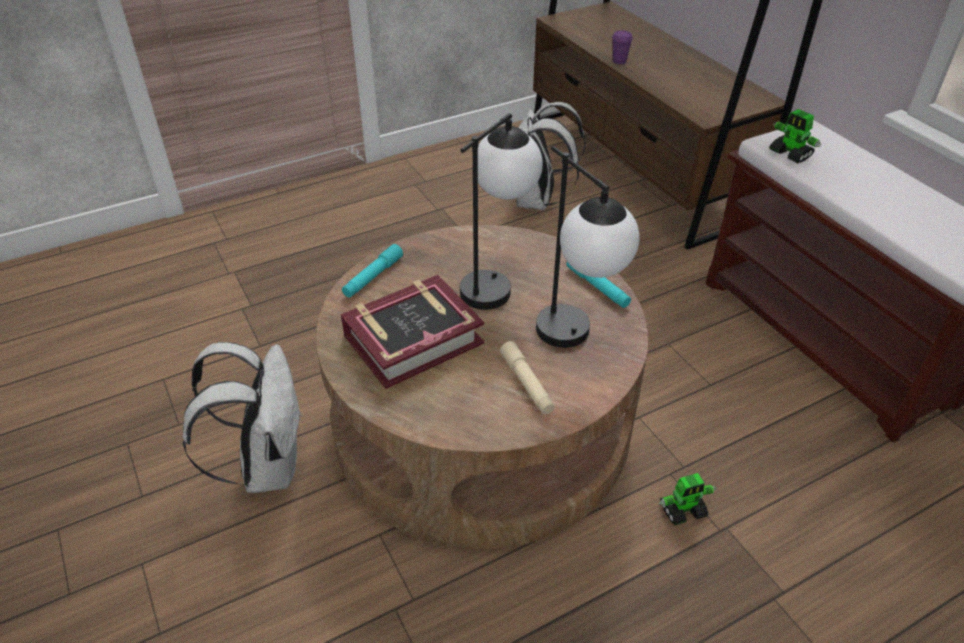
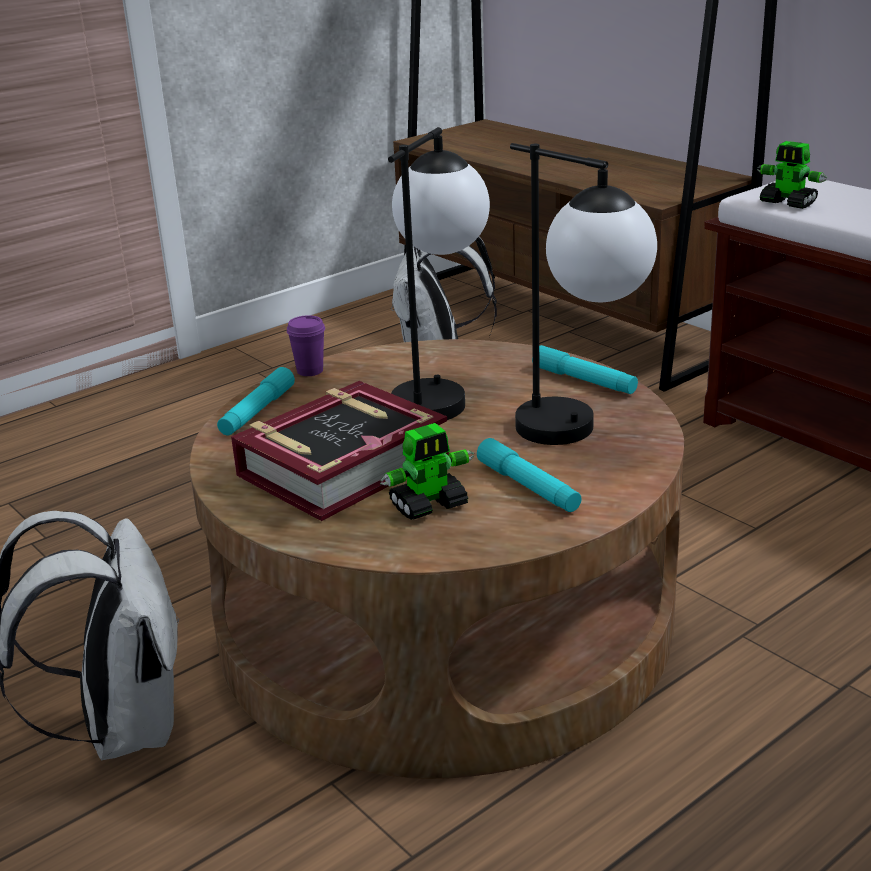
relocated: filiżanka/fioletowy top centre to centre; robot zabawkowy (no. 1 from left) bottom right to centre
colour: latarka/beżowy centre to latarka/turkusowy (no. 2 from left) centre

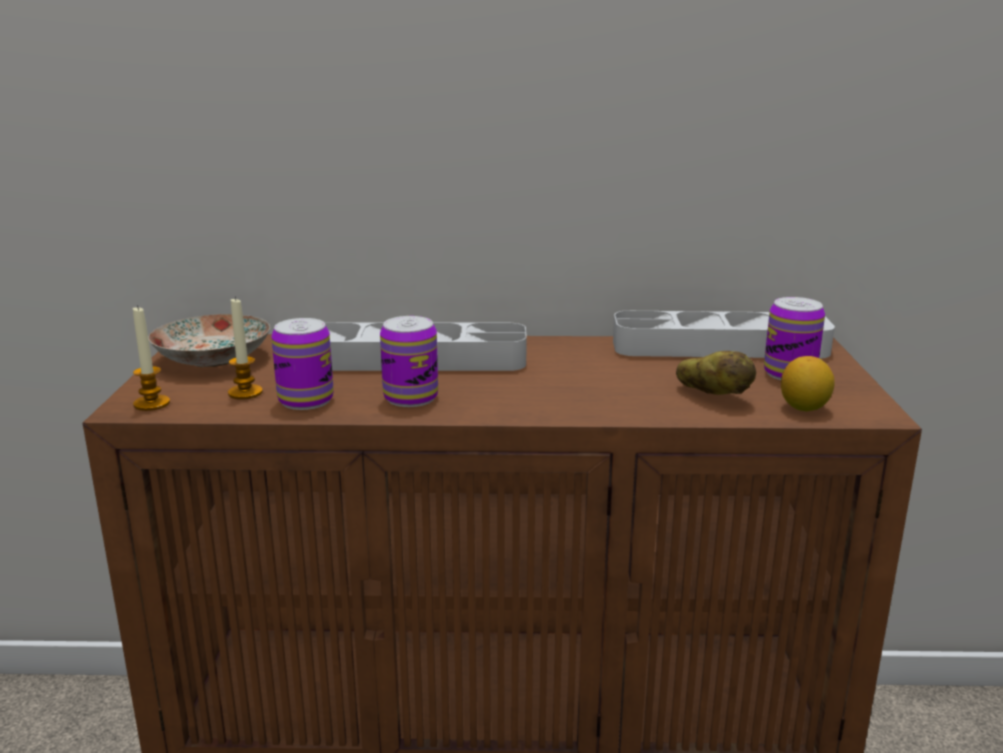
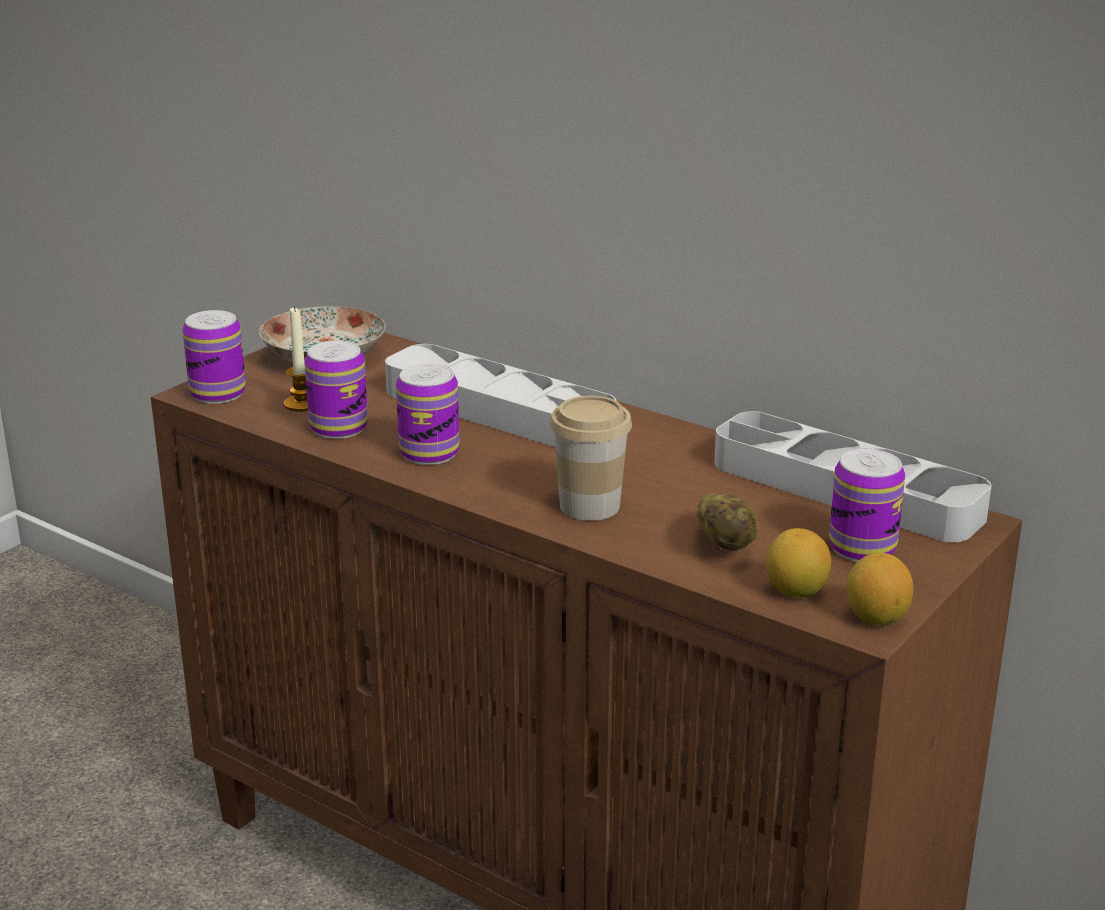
appeared: filiżanka centre; cytryna (no. 2 from left) middle right
exchanged: świeca (no. 1 from left) middle left to puszka (no. 1 from left) middle left

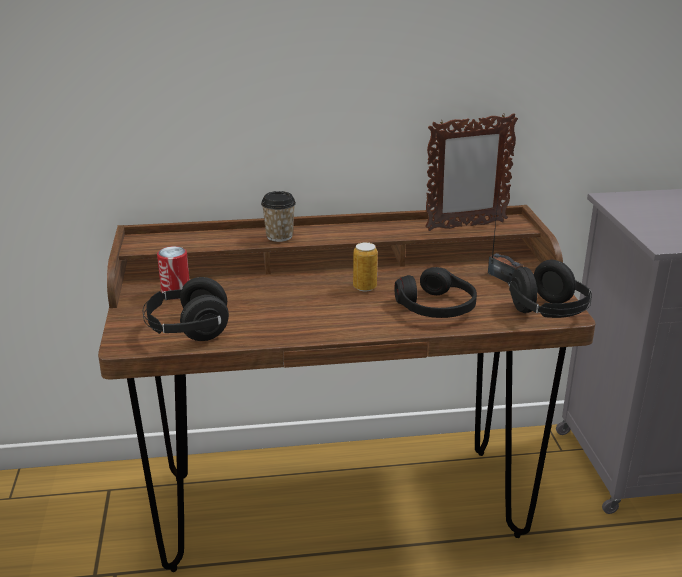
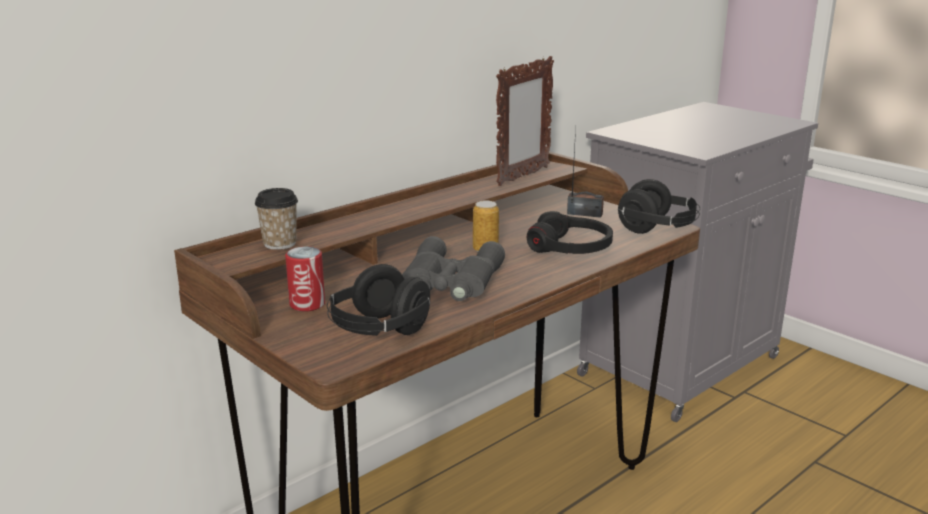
appeared: lornetka/szary centre
relocated: filiżanka centre to middle left

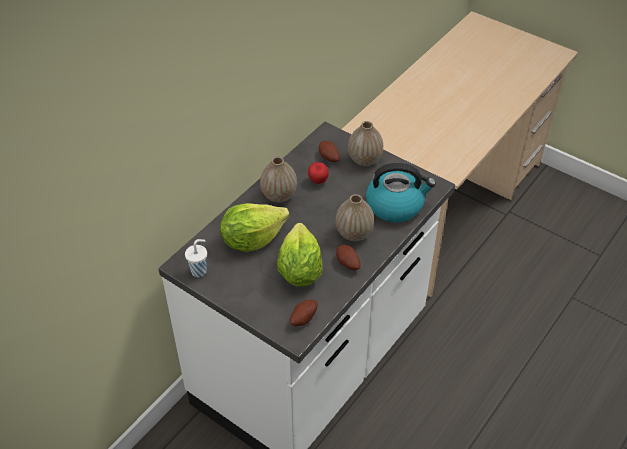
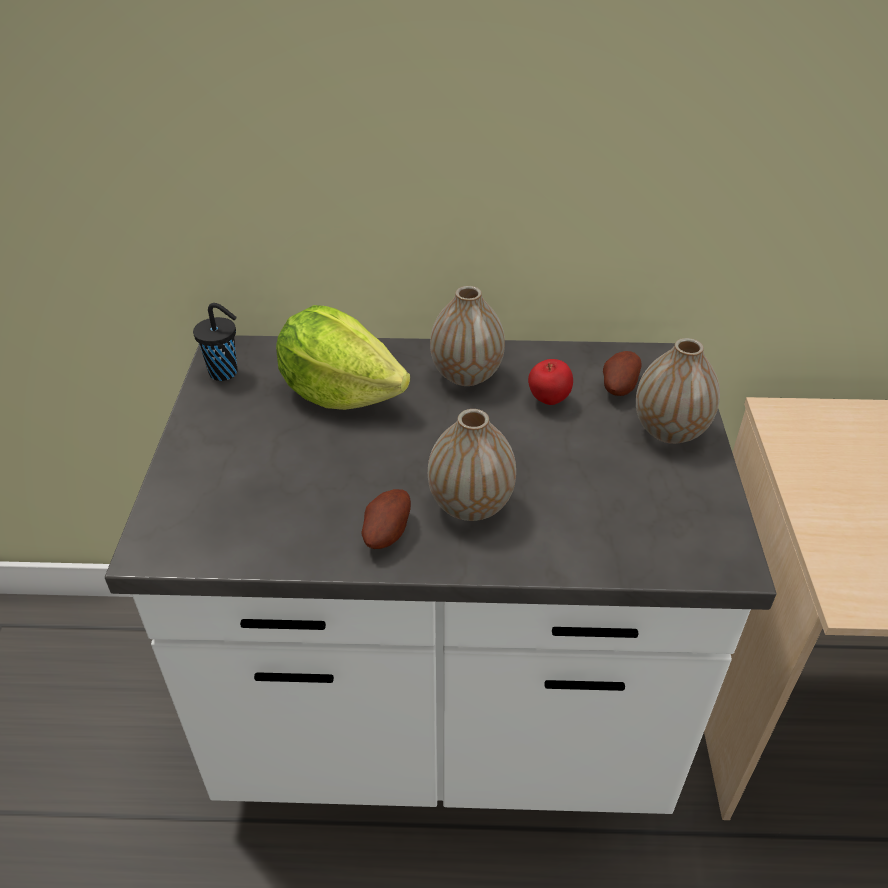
missing: sałata (no. 2 from left) centre; ziemniak (no. 1 from left) bottom centre; czajnik centre
colour: filiżanka/biały middle left to filiżanka/czarny middle left

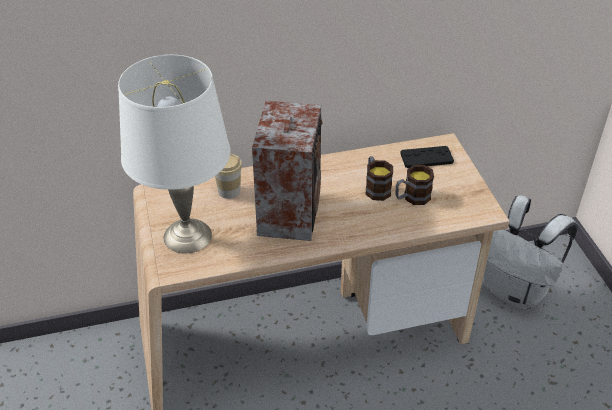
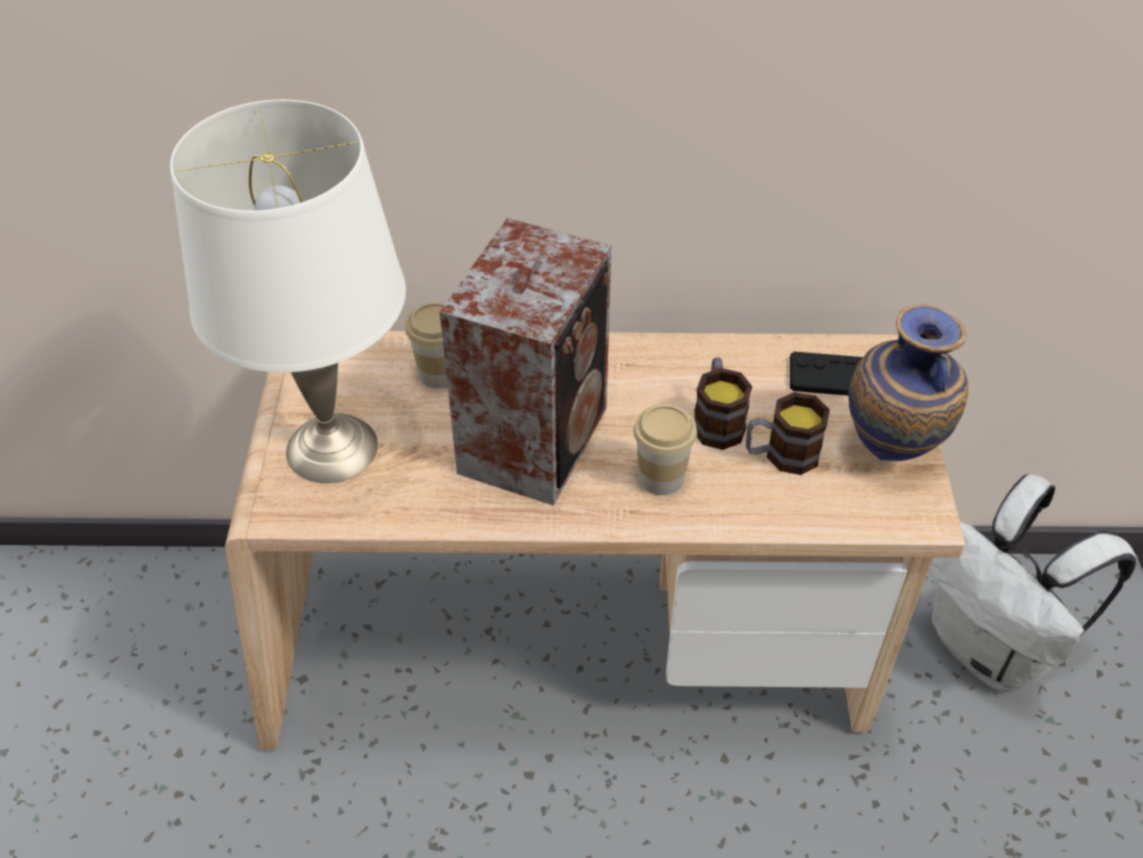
appeared: filiżanka (no. 2 from left) centre; wazon middle right

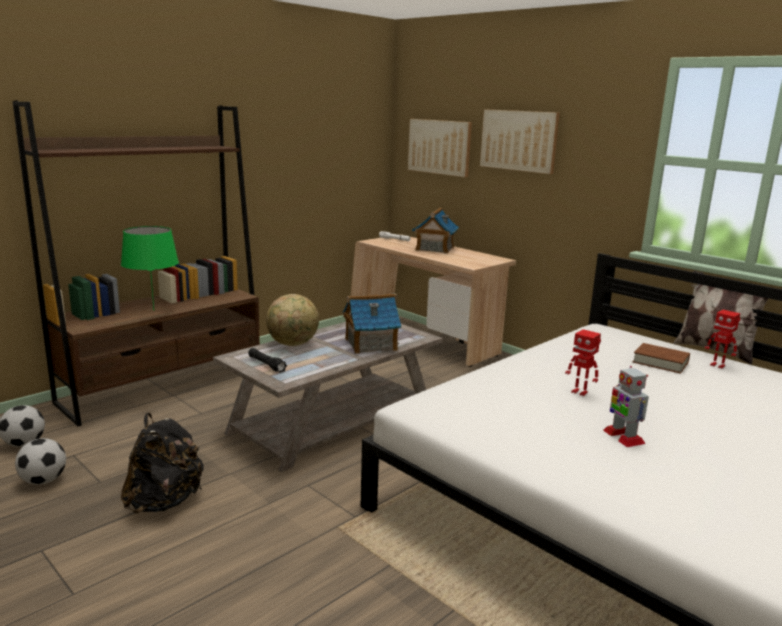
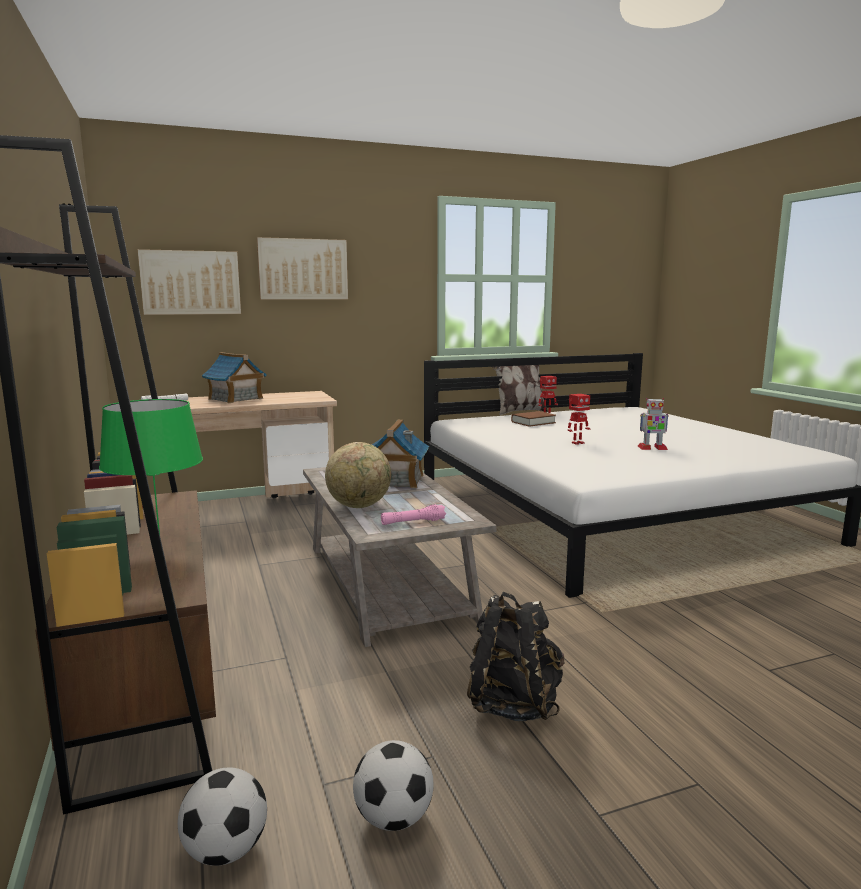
colour: latarka/czarny centre to latarka/różowy centre

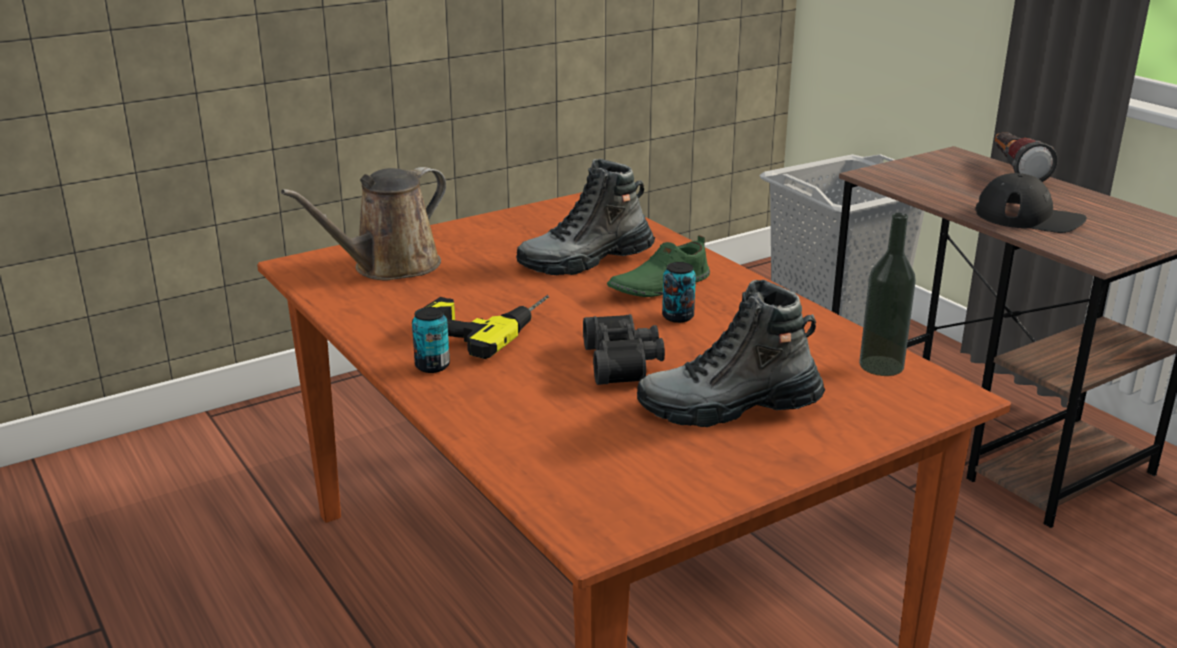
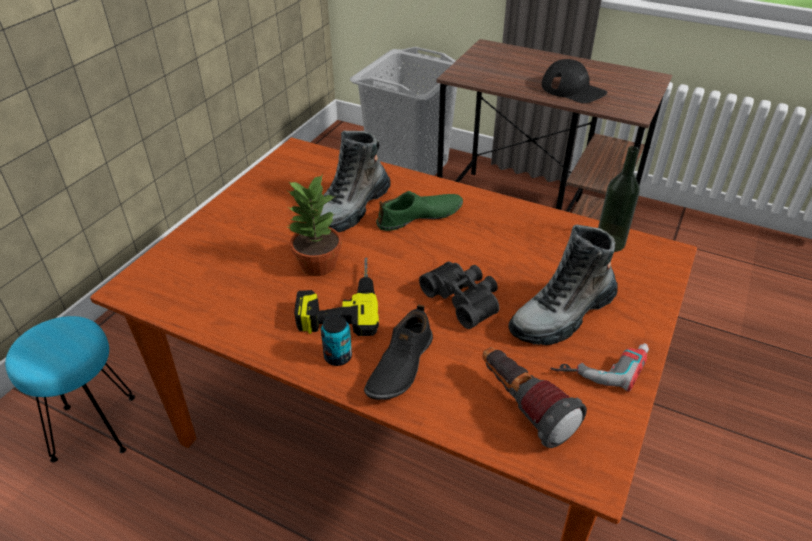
missing: konewka/brązowy middle left; puszka (no. 2 from left) centre
appeared: stołek/turkusowy bottom left; roślina doniczkowa centre; but/czarny centre; wiertarka (no. 2 from left) bottom right
relocated: latarka top right to bottom centre
spun: but/zielony centre = centre 135 degrees counterclockwise; czapka z daszkiem/czarny top right = top right 45 degrees clockwise

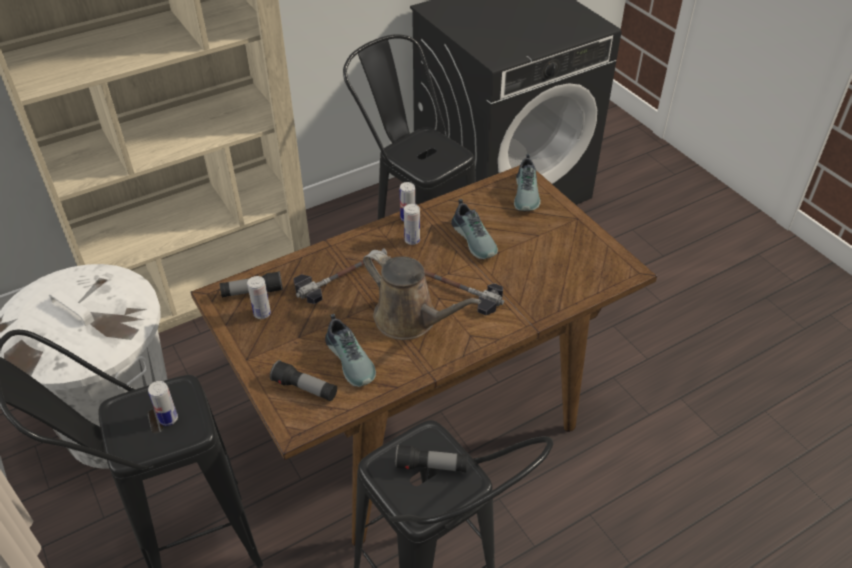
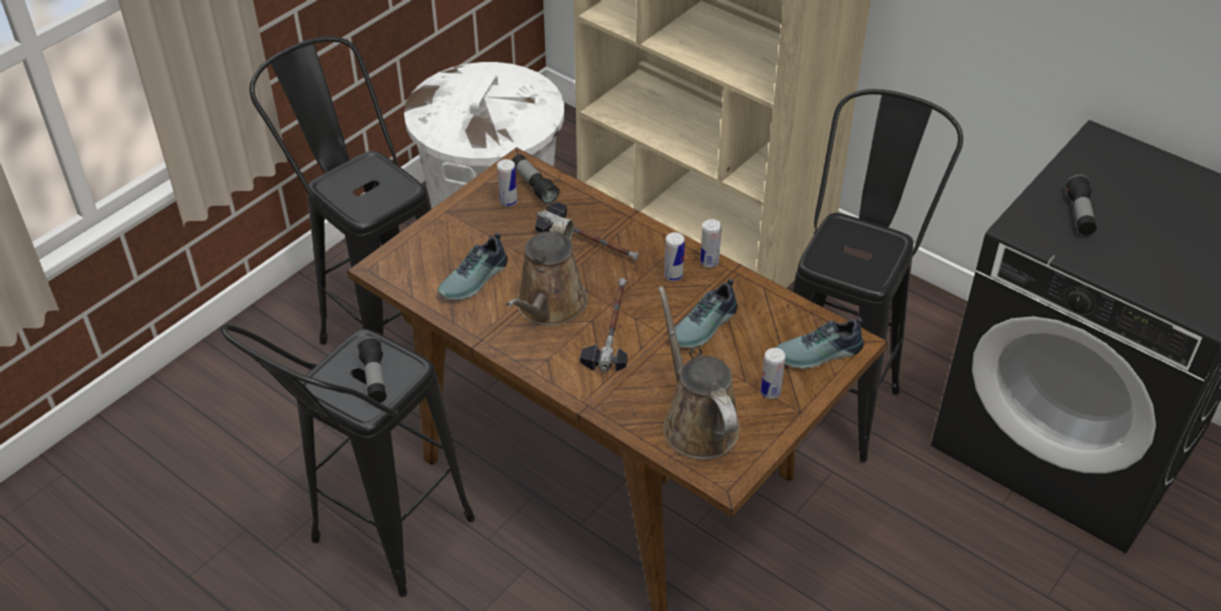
appeared: konewka/brązowy (no. 2 from left) centre
relocated: puszka (no. 1 from left in the first image) bottom left to puszka (no. 4 from left) centre; latarka (no. 2 from left in the first image) bottom centre to latarka (no. 3 from left) middle right

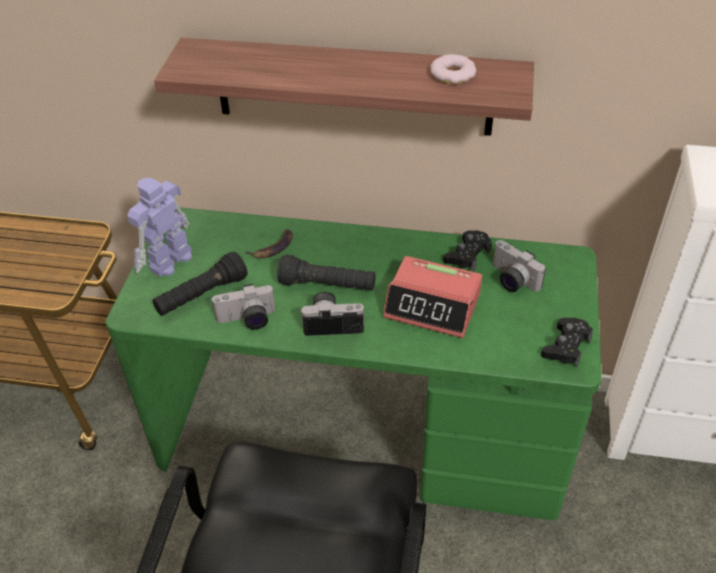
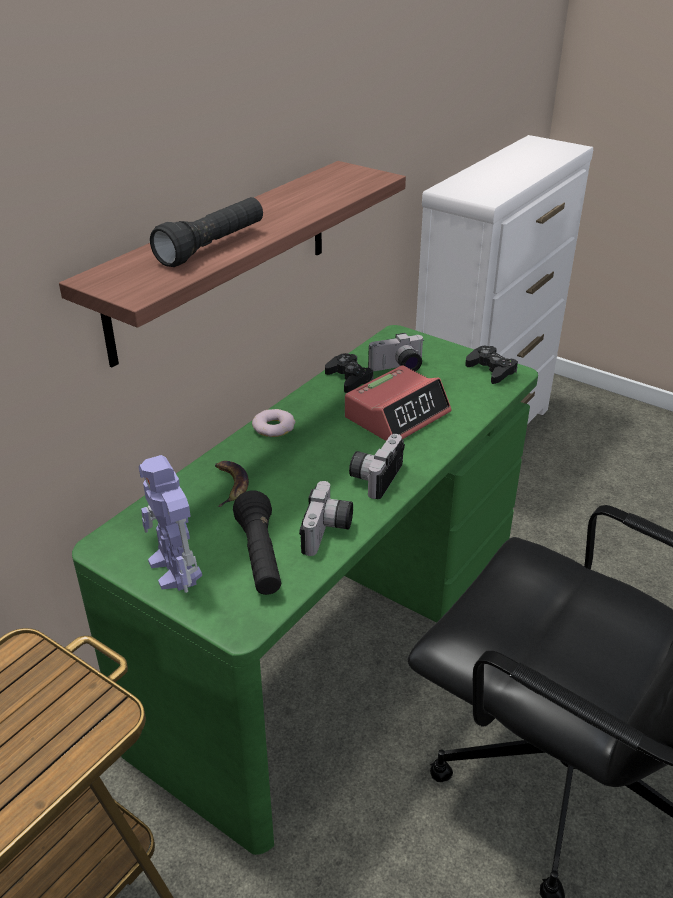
relocated: latarka/czarny (no. 2 from left in the first image) centre to latarka/czarny (no. 1 from left) top left; donut top centre to centre

